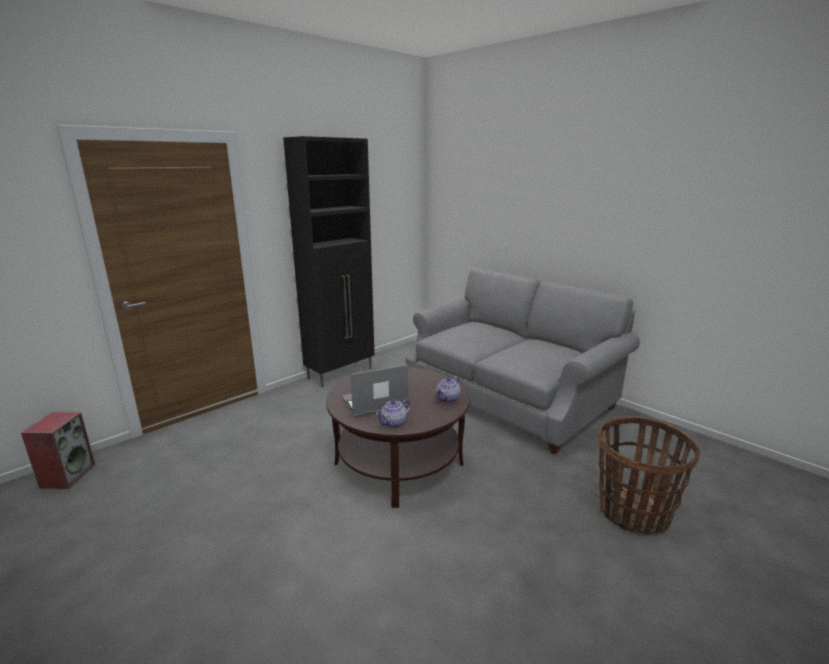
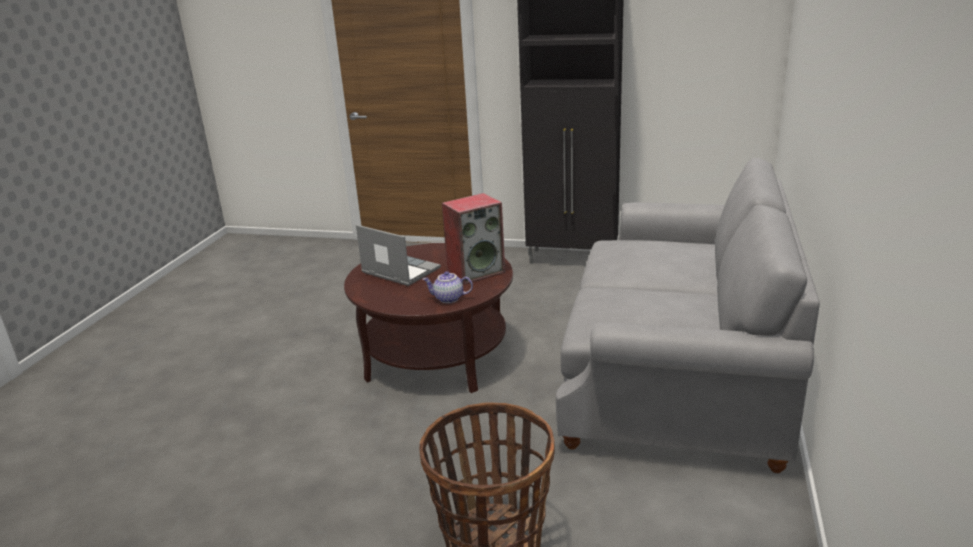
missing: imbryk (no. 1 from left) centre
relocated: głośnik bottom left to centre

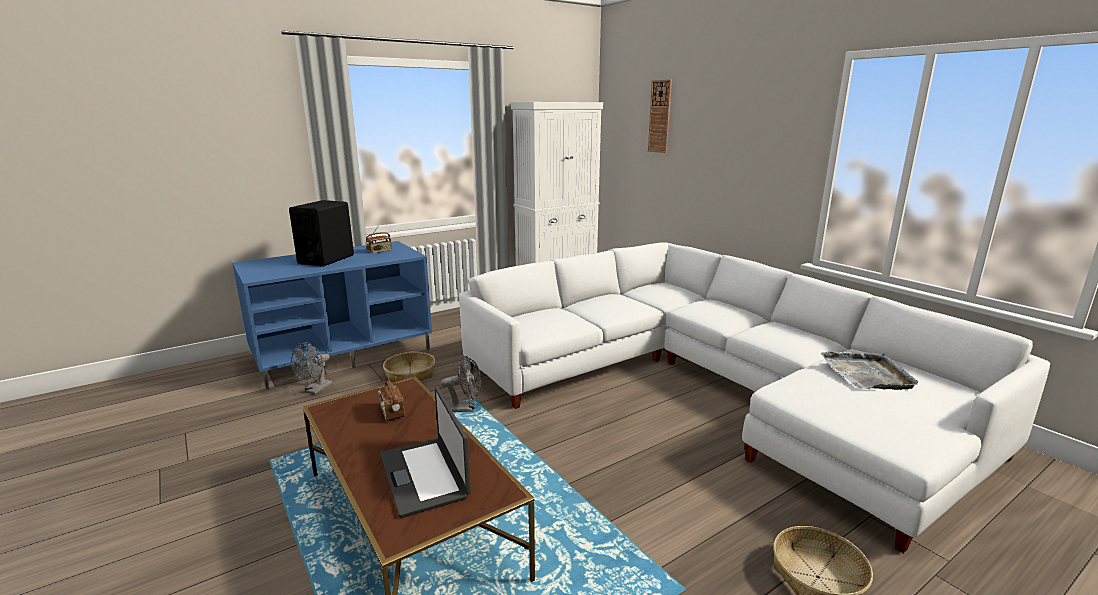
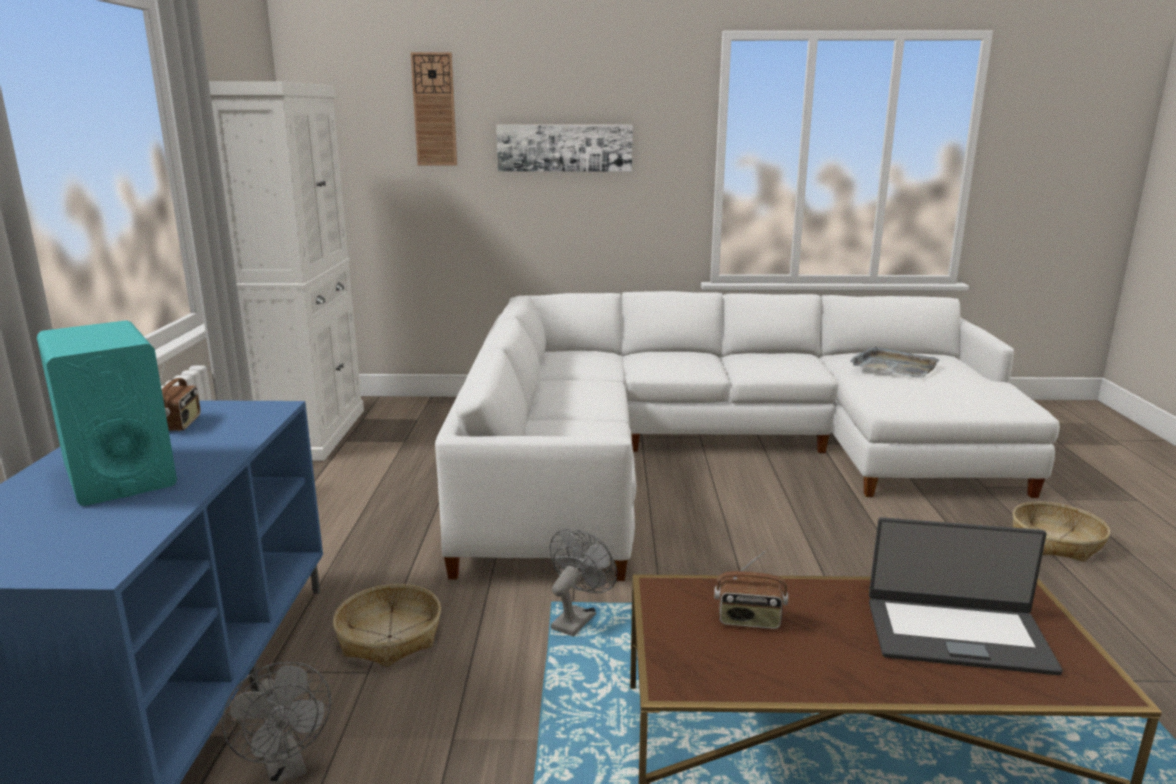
appeared: obraz top centre
colour: głośnik/czarny middle left to głośnik/turkusowy middle left

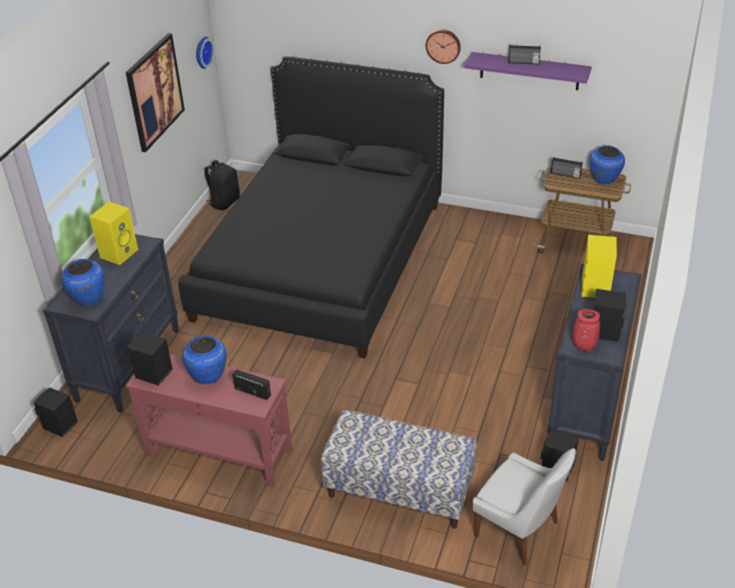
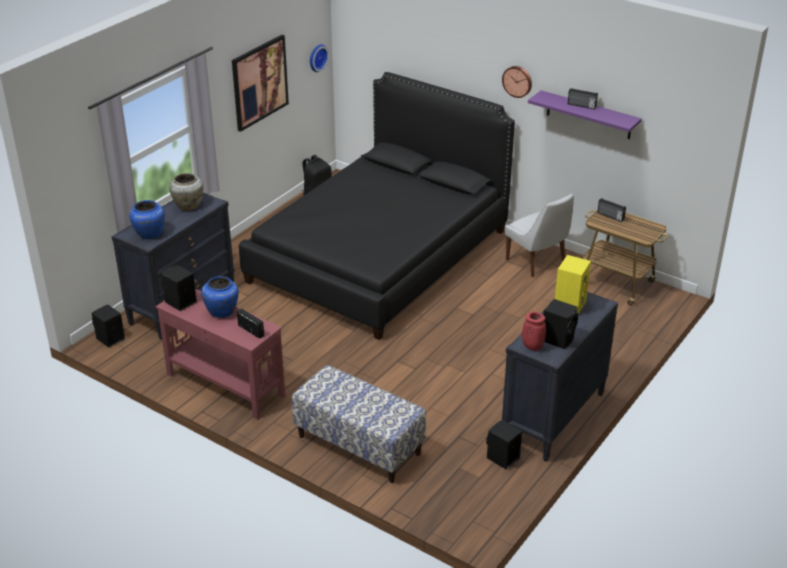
missing: wazon/niebieski (no. 3 from left) top right
relocated: krzesło/biały bottom right to middle right
exchanged: głośnik/żółty (no. 1 from left) middle left to wazon/beżowy middle left

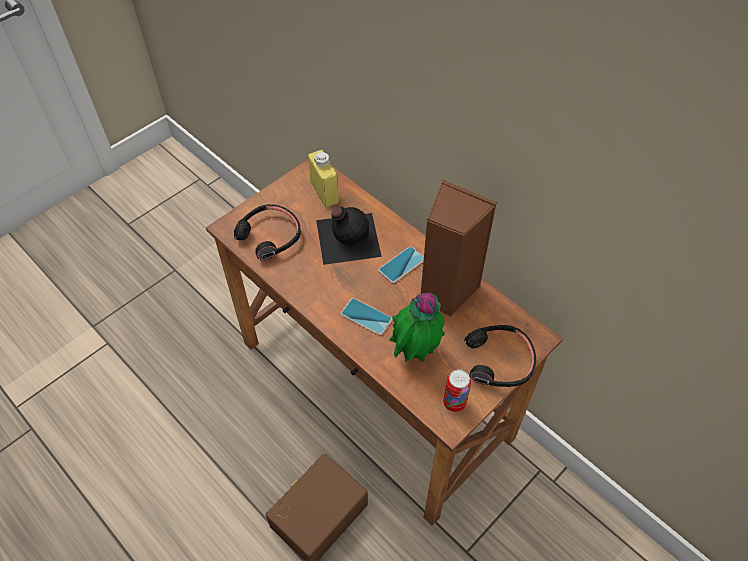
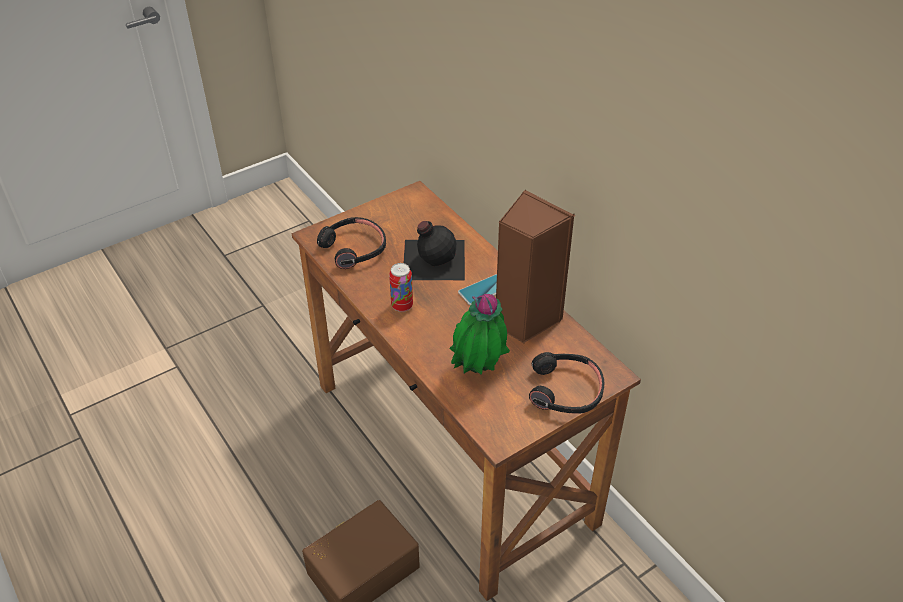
missing: butelka/żółty top centre; telefon (no. 1 from left) centre
relocated: puszka bottom centre to centre

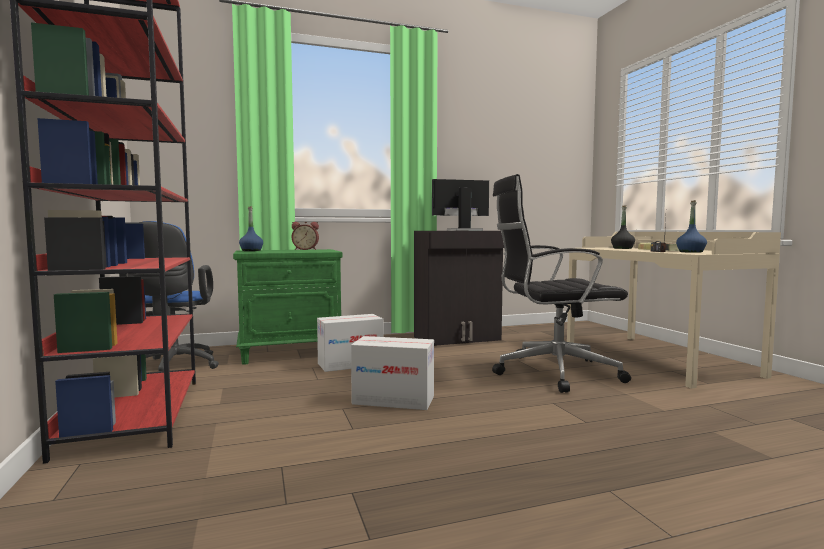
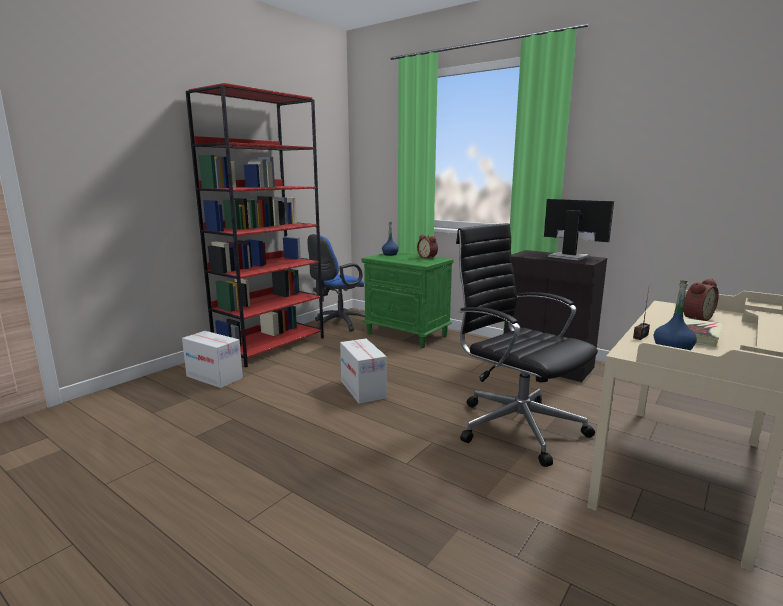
relocated: karton (no. 1 from left) centre to middle left
exchanged: butelka/czarny middle right to budzik (no. 2 from left) middle right

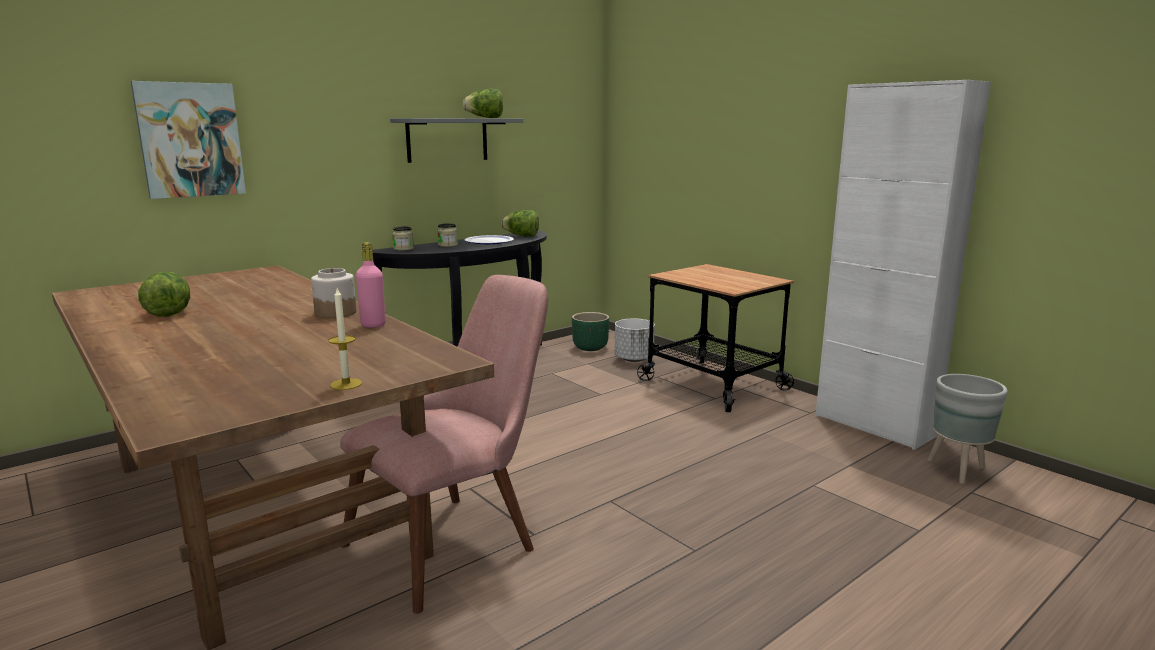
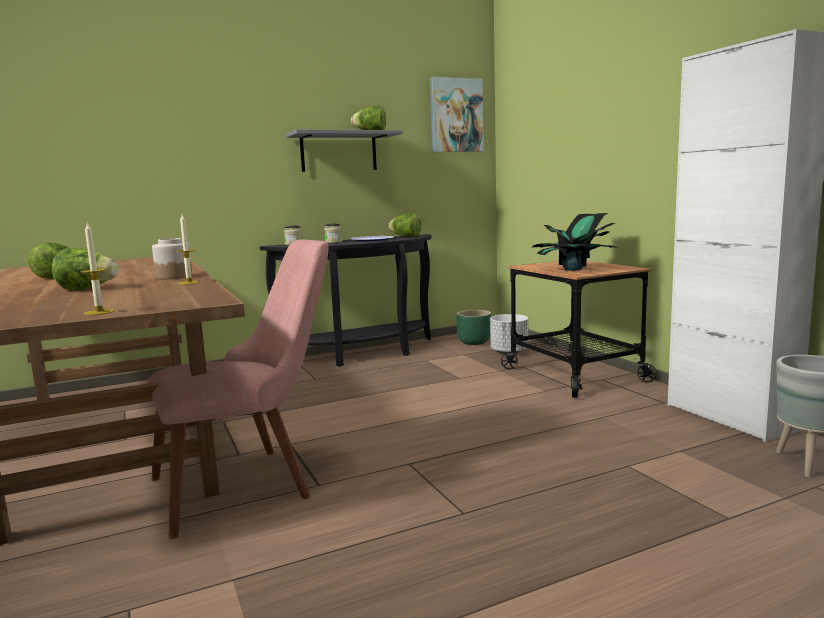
appeared: sałata (no. 2 from left) middle left; roślina doniczkowa middle right
relocated: obraz top left to top centre
exchanged: butelka/różowy middle left to świeca (no. 2 from left) middle left

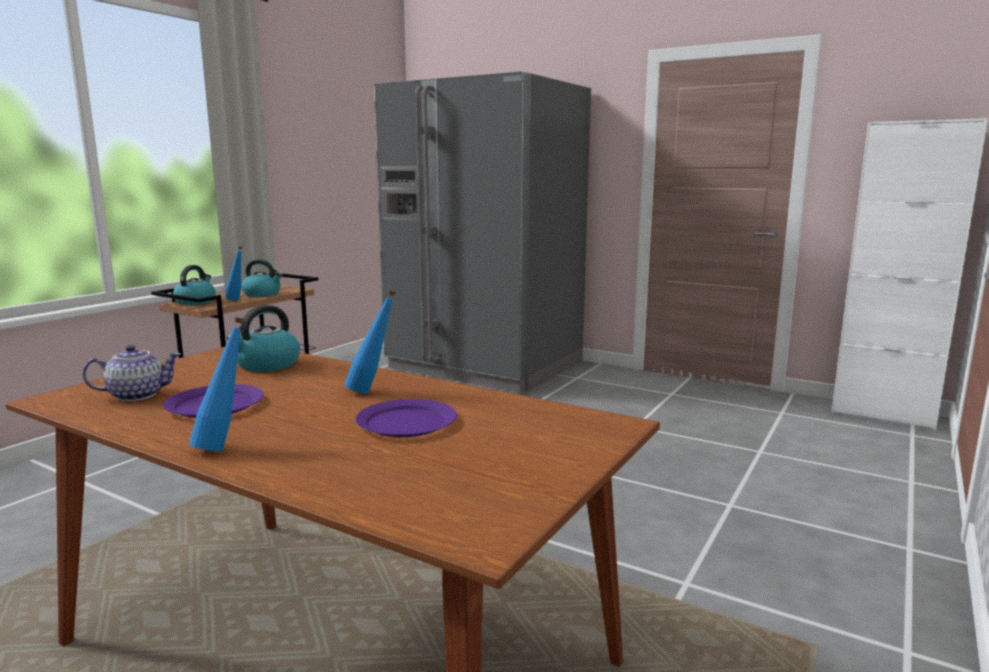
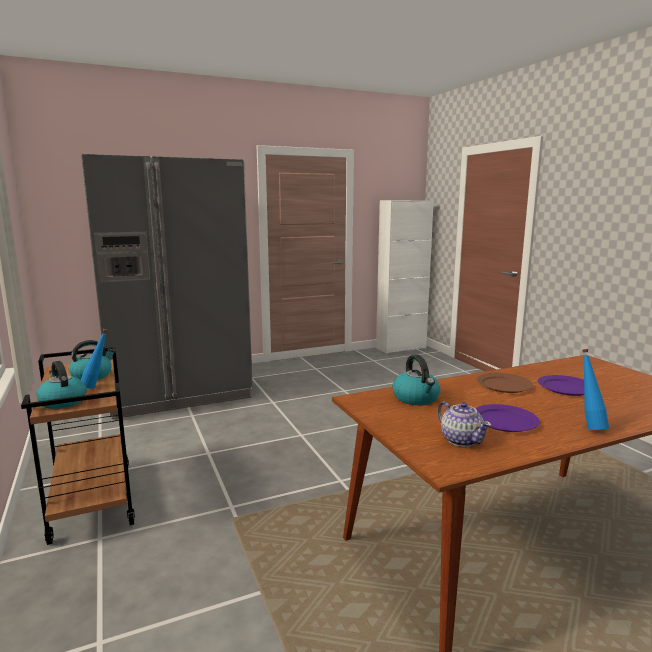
exchanged: butelka/niebieski (no. 3 from left) centre to talerz/brązowy middle right
spun: imbryk middle left = middle right 135 degrees clockwise

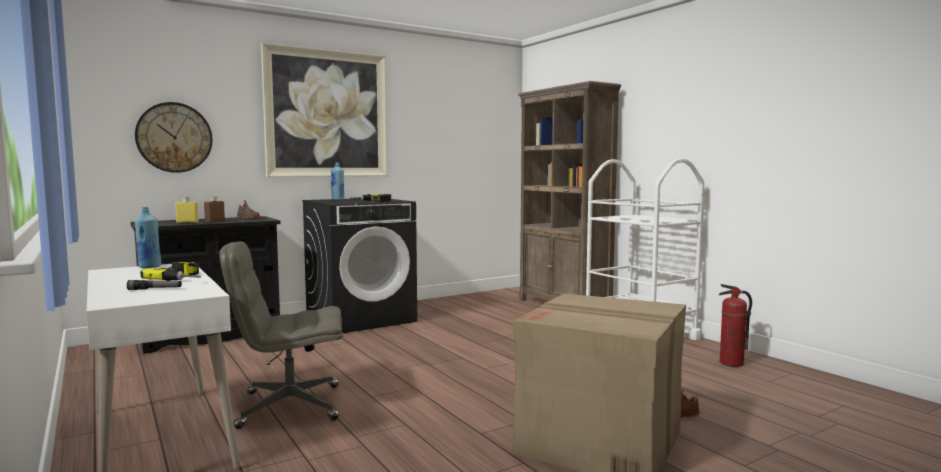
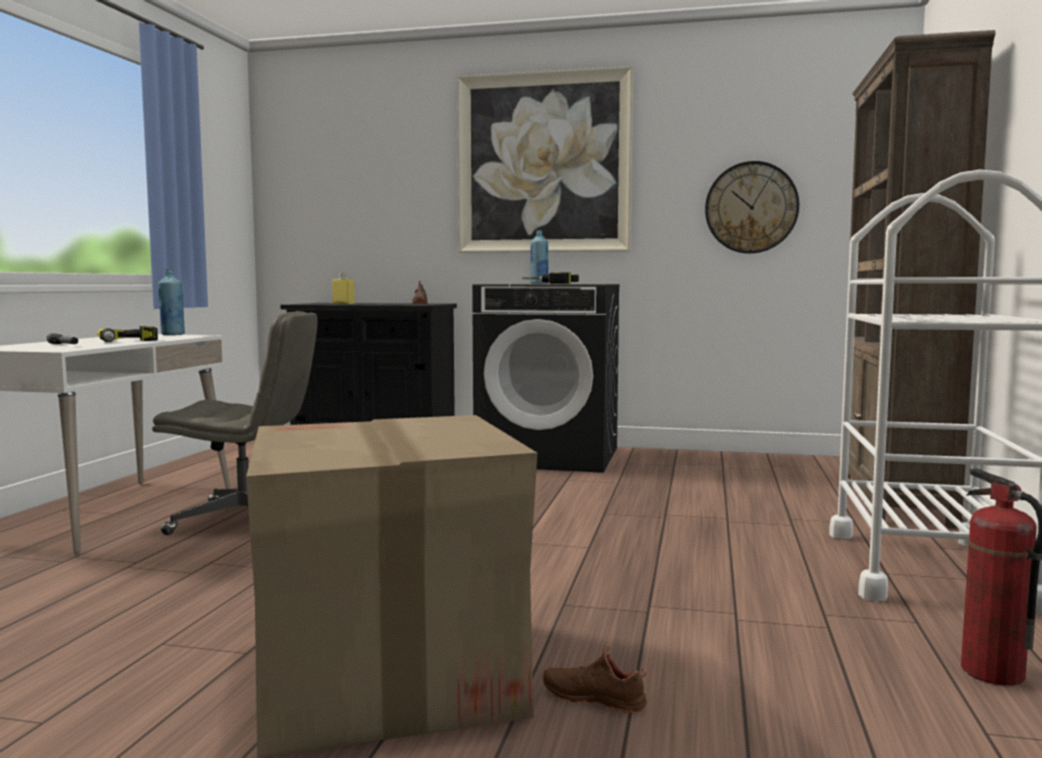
missing: butelka/brązowy middle left
relocated: zegar ścienny top left to top right
spun: krzesło biurowe/szary bottom left = middle left 150 degrees clockwise

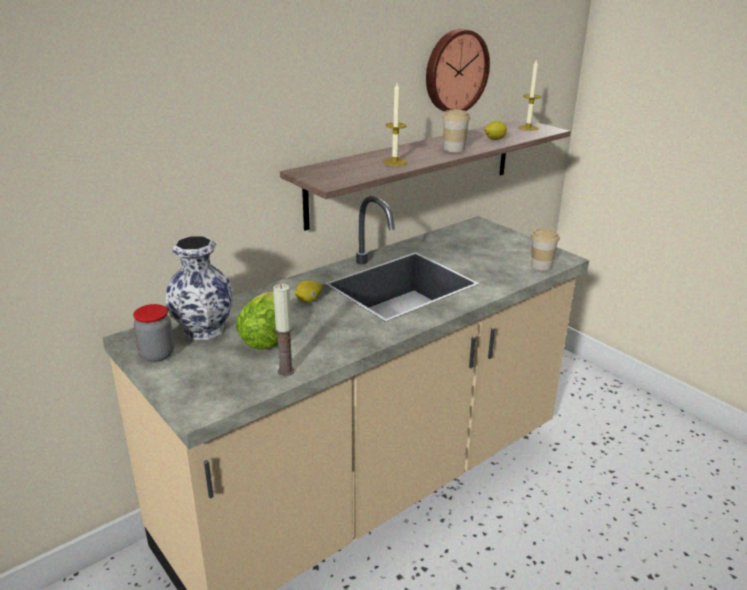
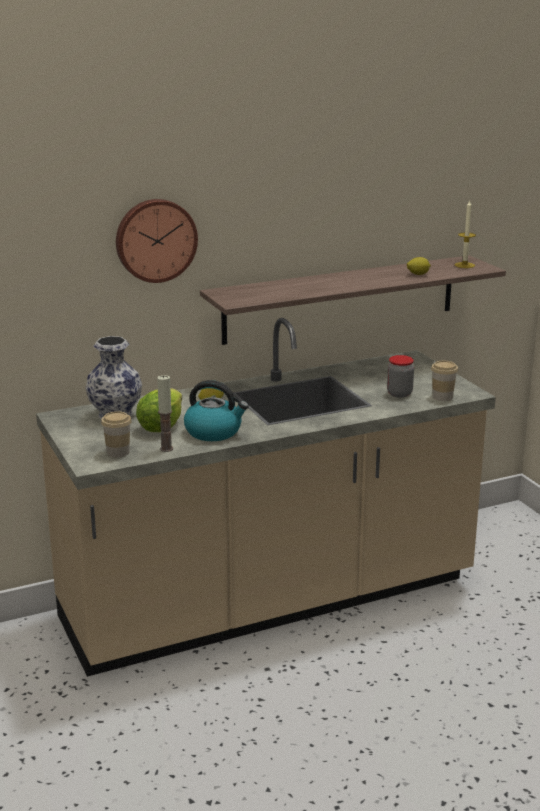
missing: świeca (no. 2 from left) top centre
appeared: czajnik centre
relocated: filiżanka (no. 1 from left) top centre to middle left; zegar ścienny top centre to top left; słoik middle left to middle right

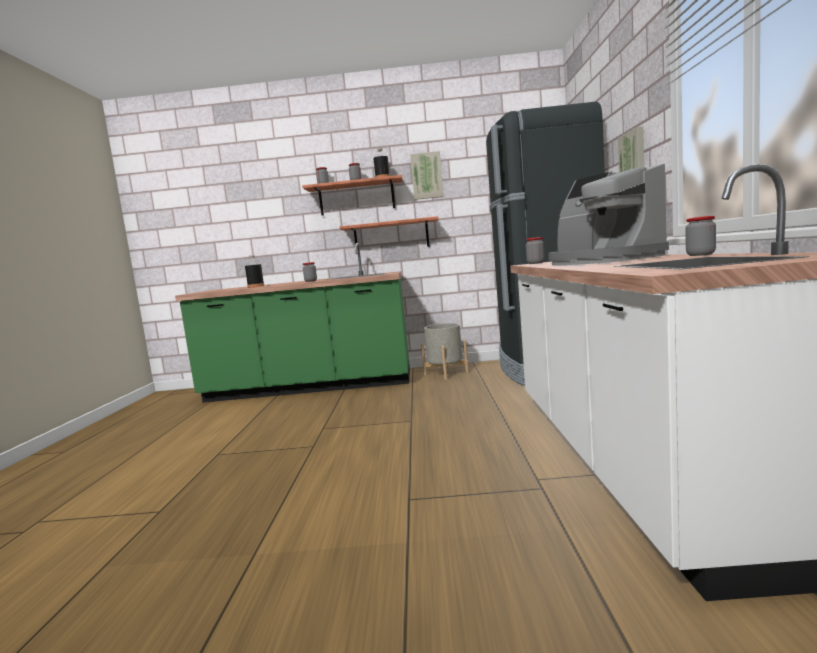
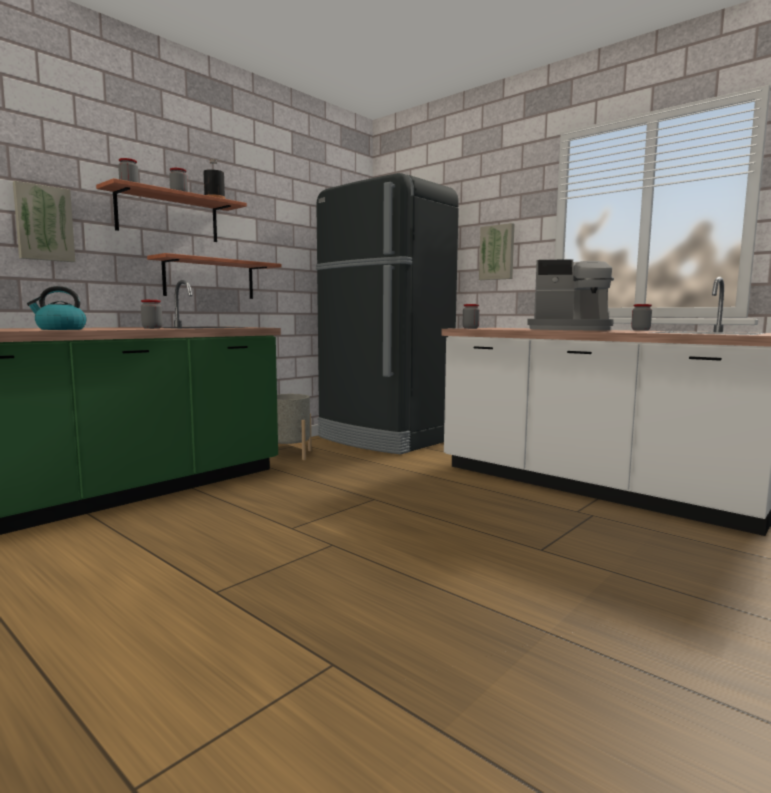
relocated: obraz (no. 1 from left) top centre to top left
exchanged: butelka/czarny (no. 1 from left) middle left to czajnik middle left

